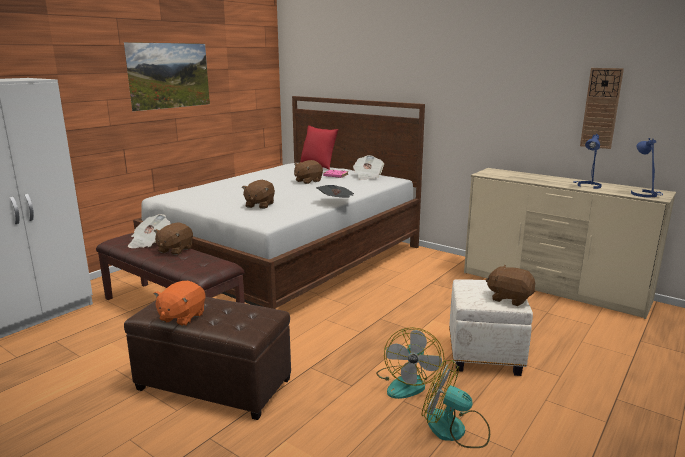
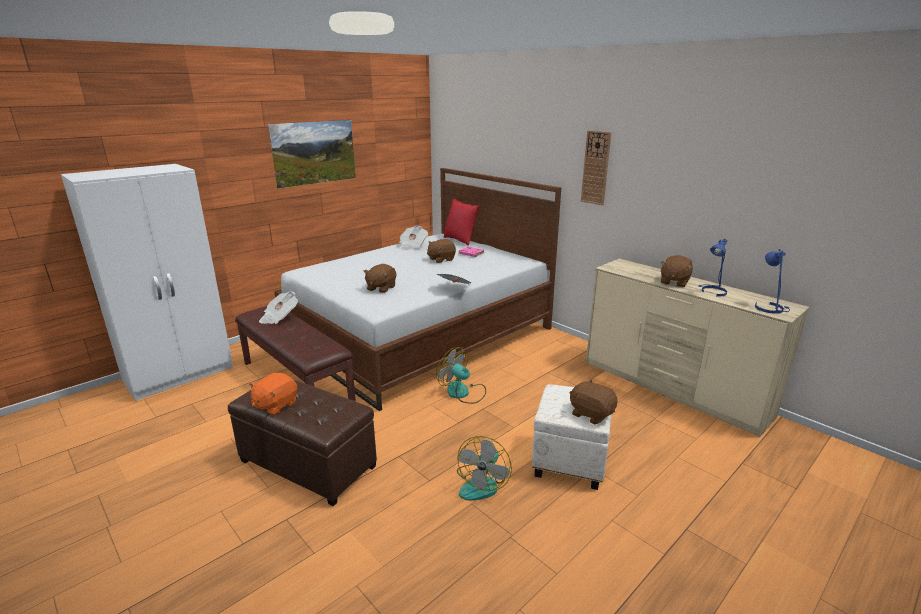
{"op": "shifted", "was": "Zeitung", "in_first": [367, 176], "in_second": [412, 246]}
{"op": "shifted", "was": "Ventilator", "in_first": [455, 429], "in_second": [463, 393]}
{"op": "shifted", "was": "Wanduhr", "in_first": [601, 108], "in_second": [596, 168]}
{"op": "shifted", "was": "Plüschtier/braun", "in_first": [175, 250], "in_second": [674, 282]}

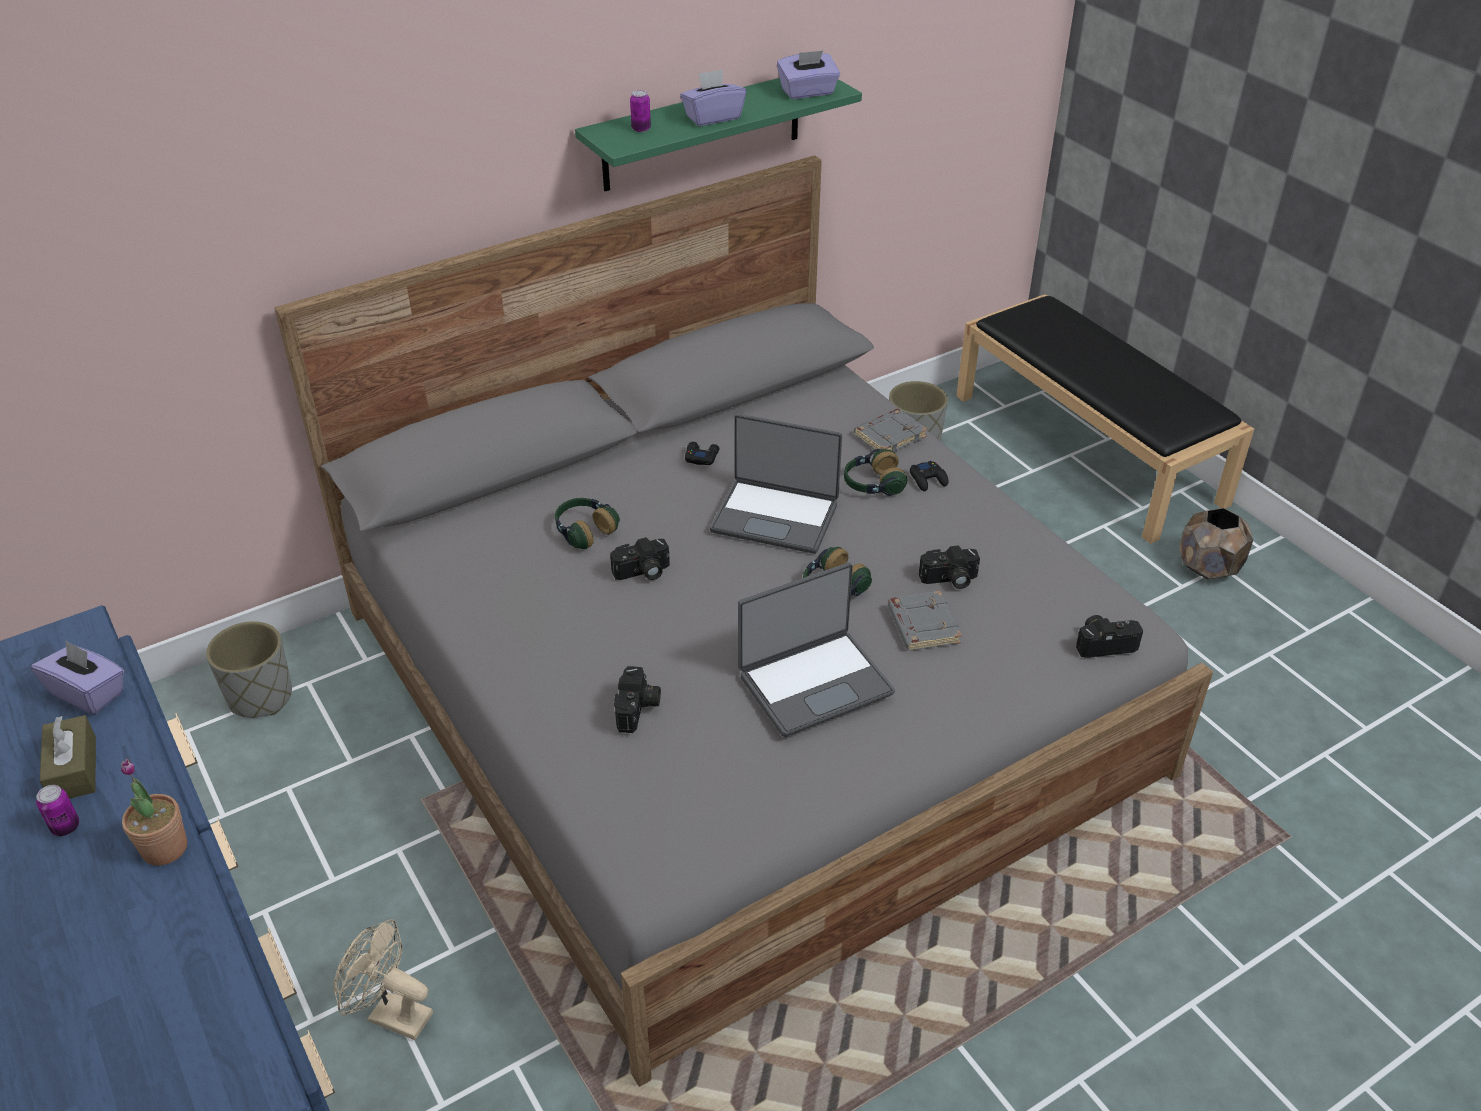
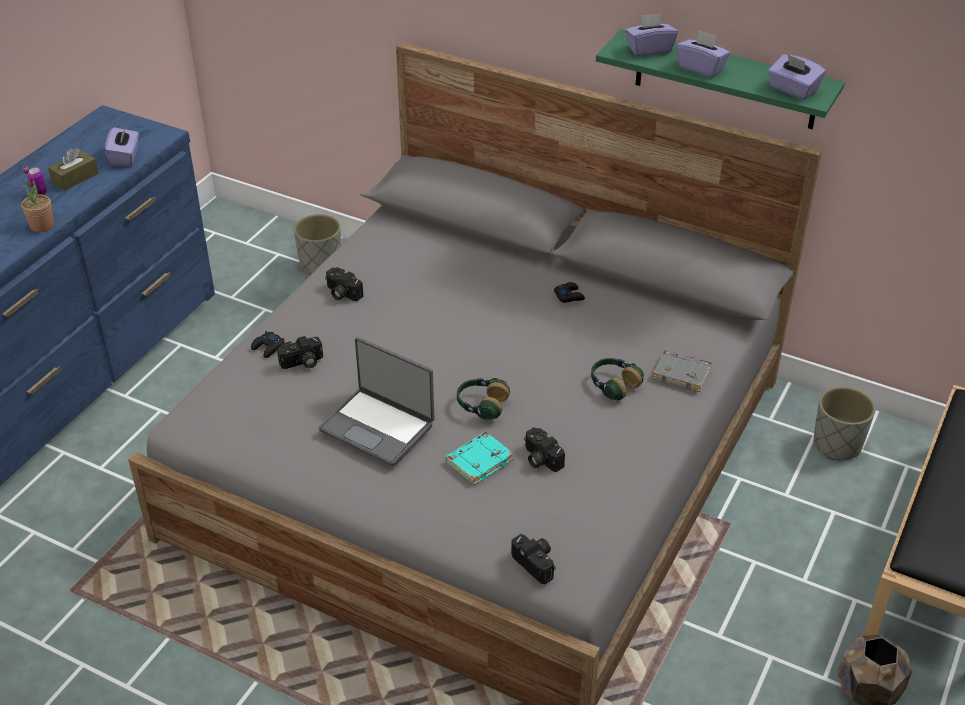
{"op": "shifted", "was": "Gamepad/schwarz", "in_first": [928, 480], "in_second": [268, 347]}
{"op": "shifted", "was": "Kamera", "in_first": [642, 572], "in_second": [341, 293]}
{"op": "repainted", "was": "Buch/grau", "now": "Buch/türkis", "in_first": [921, 625], "in_second": [479, 460]}
{"op": "swapped", "was": "Dose", "now": "Taschentuchbox/lila", "in_first": [641, 129], "in_second": [649, 49]}
{"op": "gone", "was": "Ventilator/beige", "in_first": [391, 1014]}
{"op": "gone", "was": "Kopfhörer", "in_first": [584, 531]}
{"op": "gone", "was": "Laptop", "in_first": [775, 516]}

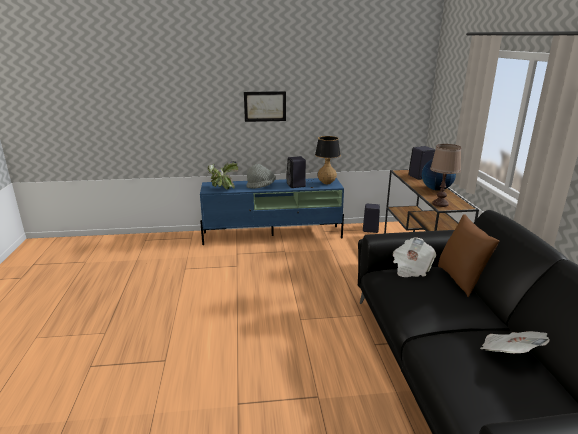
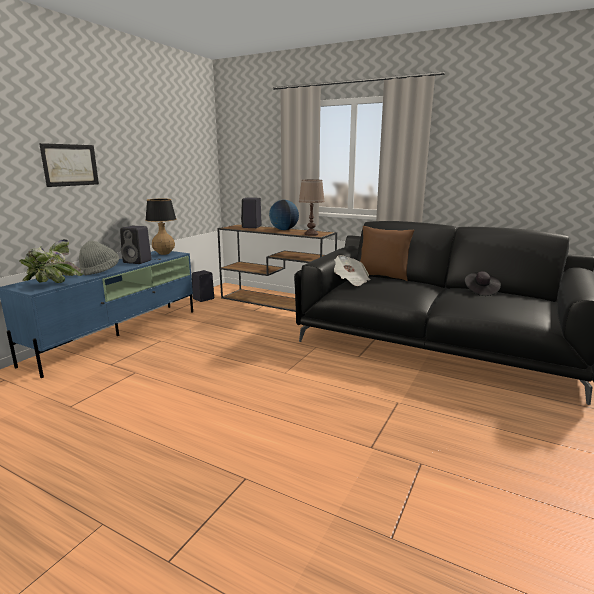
{"op": "swapped", "was": "Zeitung", "now": "Hut/schwarz", "in_first": [509, 353], "in_second": [480, 291]}

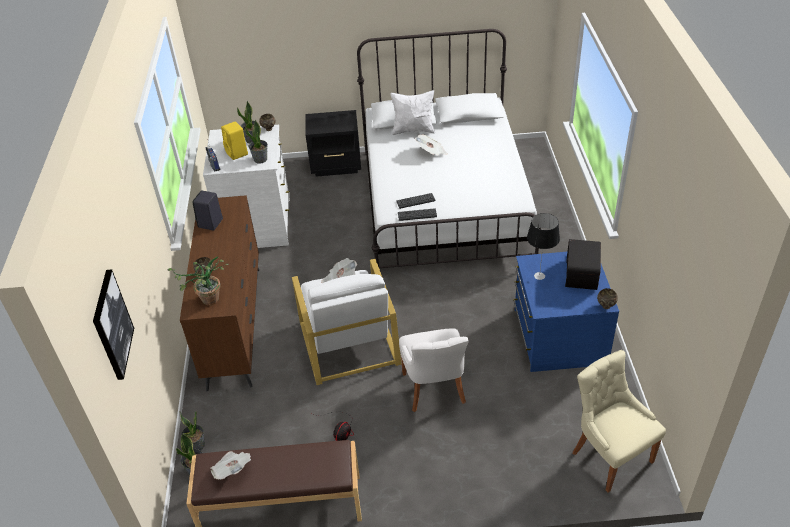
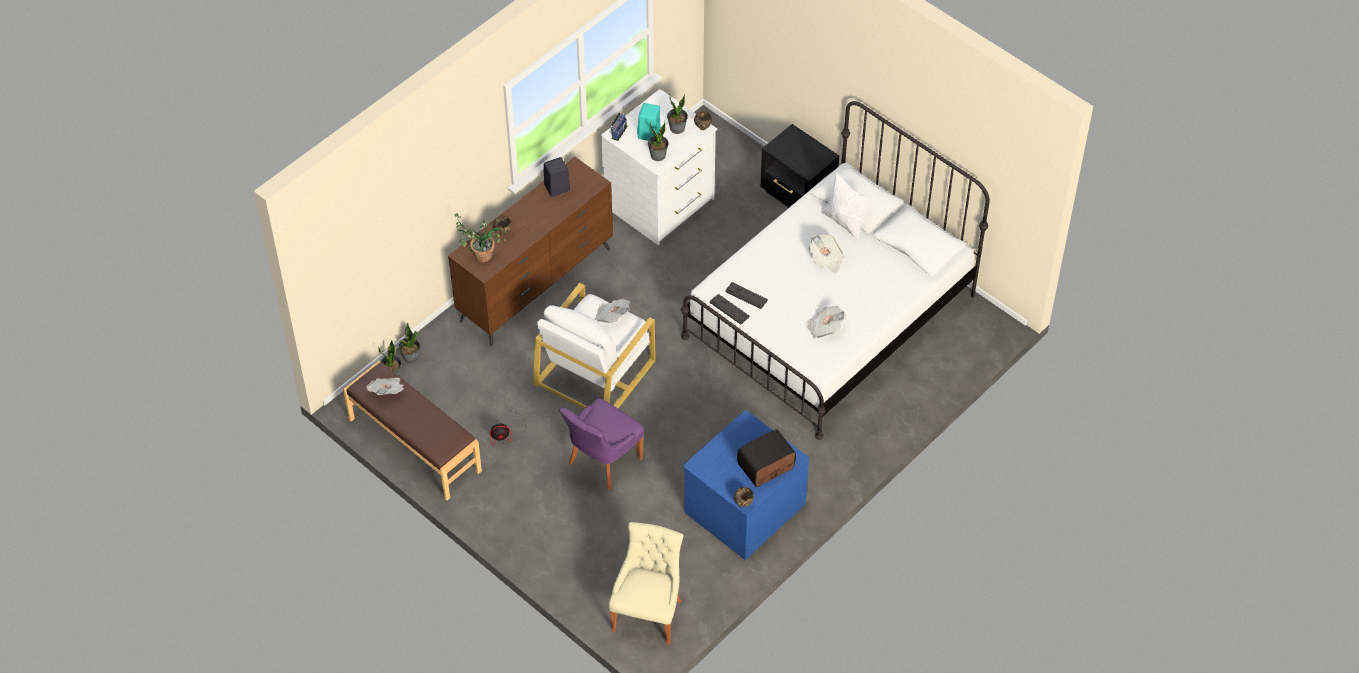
{"op": "repainted", "was": "Stuhl/weiß", "now": "Stuhl/lila", "in_first": [434, 390], "in_second": [602, 462]}
{"op": "repainted", "was": "Lautsprecher/gelb", "now": "Lautsprecher/türkis", "in_first": [237, 153], "in_second": [649, 134]}
{"op": "new", "now": "Zeitung", "in_second": [824, 328]}
{"op": "gone", "was": "Bild", "in_first": [111, 325]}
{"op": "gone", "was": "Tischlampe", "in_first": [539, 276]}

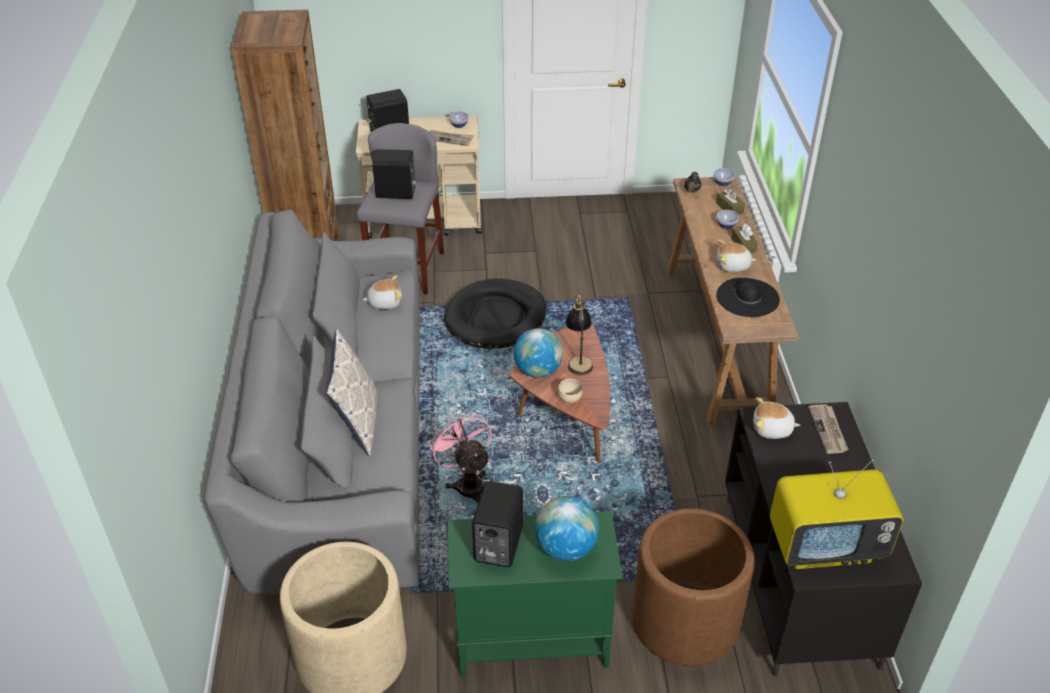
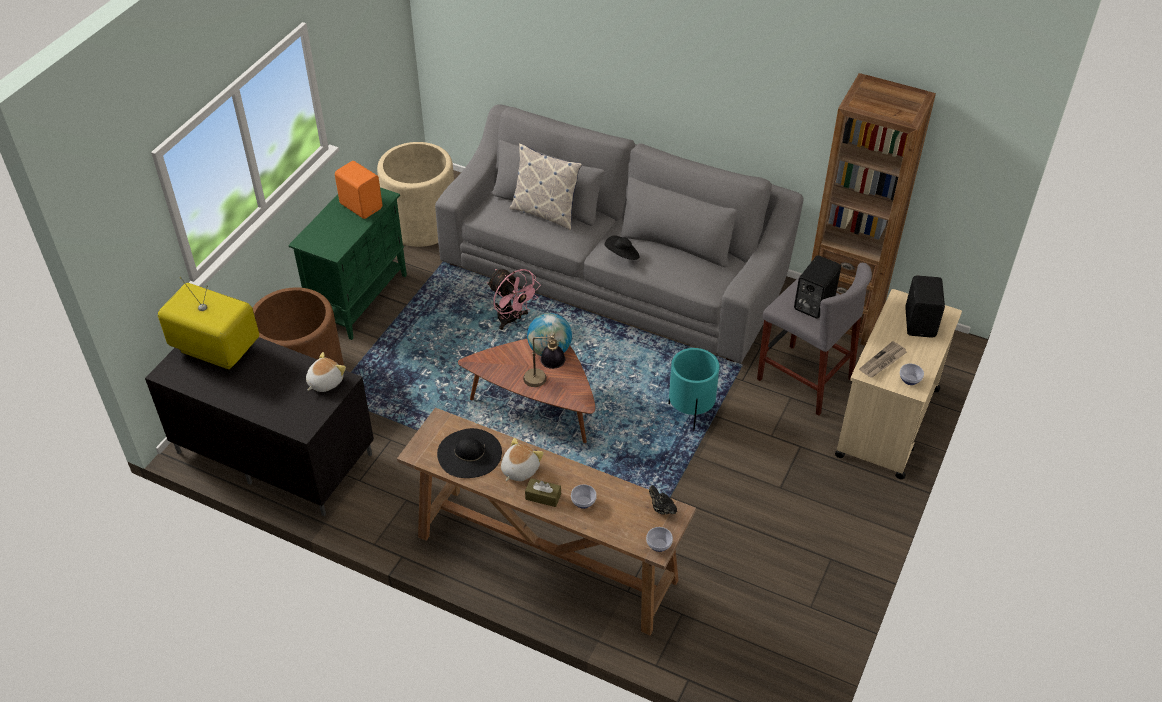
{"op": "rotated", "was": "Fernseher", "in_first": [826, 546], "in_second": [214, 349], "clockwise": 90}
{"op": "repainted", "was": "Lautsprecher/schwarz", "now": "Lautsprecher/orange", "in_first": [496, 545], "in_second": [361, 205]}
{"op": "rotated", "was": "Ventilator/rosa", "in_first": [467, 483], "in_second": [512, 320], "clockwise": 45}
{"op": "new", "now": "Hut/schwarz", "in_second": [622, 255]}
{"op": "swapped", "was": "Hundebett/schwarz", "now": "Pflanzkübel/türkis", "in_first": [496, 318], "in_second": [691, 412]}
{"op": "gone", "was": "Plüschtier", "in_first": [385, 302]}
{"op": "gone", "was": "Globus", "in_first": [565, 548]}
{"op": "gone", "was": "Schüssel/beige", "in_first": [568, 398]}
{"op": "gone", "was": "Taschentuchbox/braun", "in_first": [729, 208]}
{"op": "gone", "was": "Zeitung", "in_first": [828, 430]}

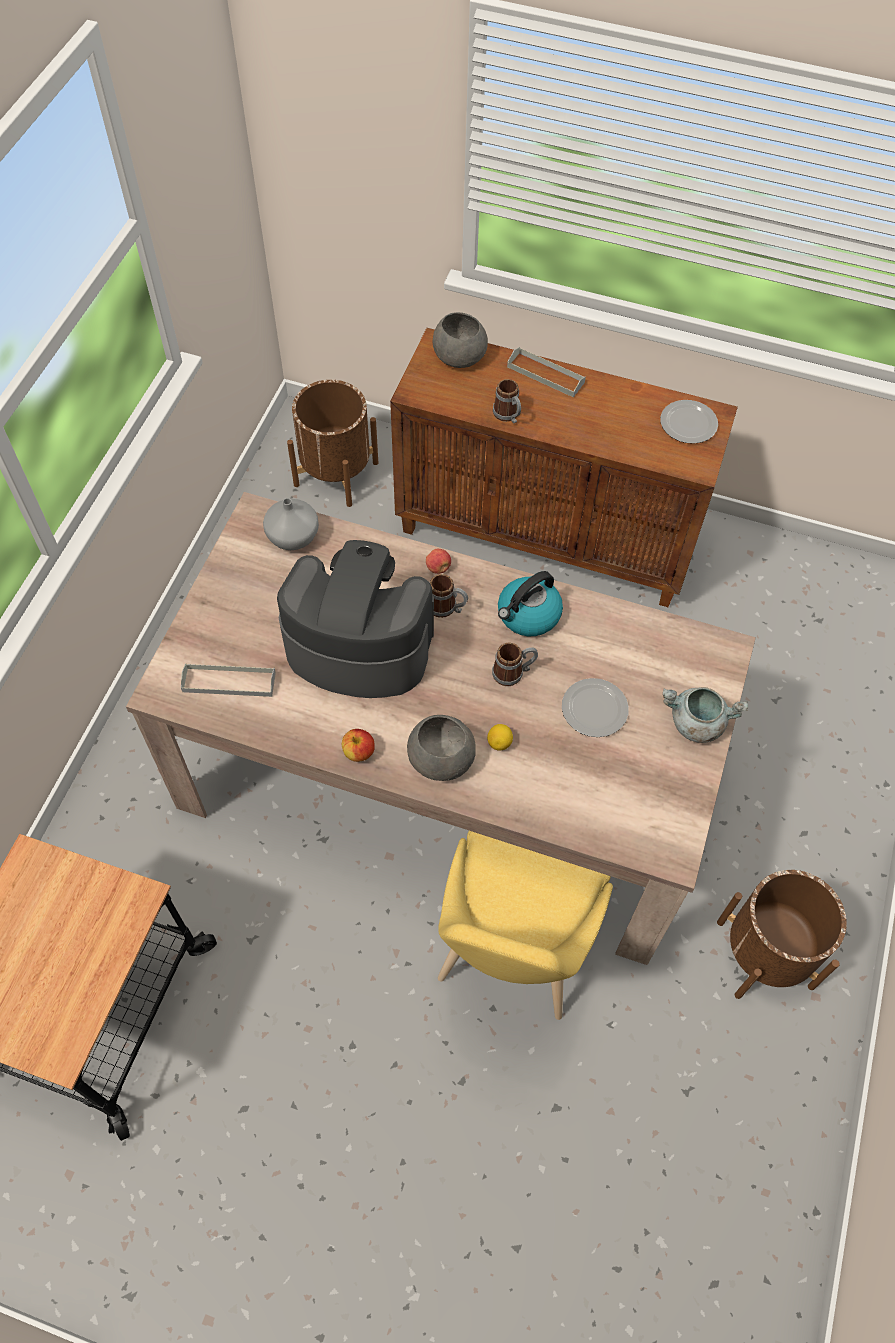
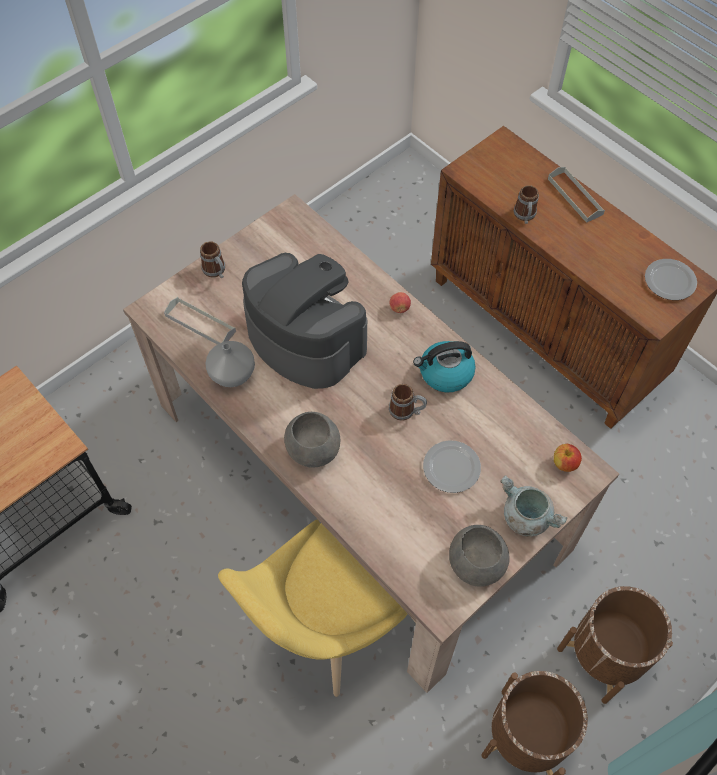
{"op": "shifted", "was": "Henkelbecher", "in_first": [447, 608], "in_second": [216, 271]}
{"op": "shifted", "was": "Vase/grau", "in_first": [292, 537], "in_second": [231, 374]}
{"op": "shifted", "was": "Schüssel/grau", "in_first": [458, 355], "in_second": [475, 561]}
{"op": "shifted", "was": "Apfel", "in_first": [359, 752], "in_second": [564, 464]}
{"op": "shifted", "was": "Pflanzkübel/braun", "in_first": [336, 474], "in_second": [604, 655]}
{"op": "gone", "was": "Zitrone", "in_first": [499, 742]}

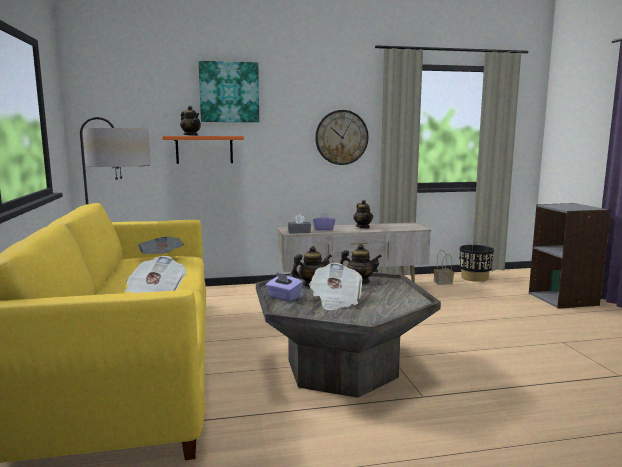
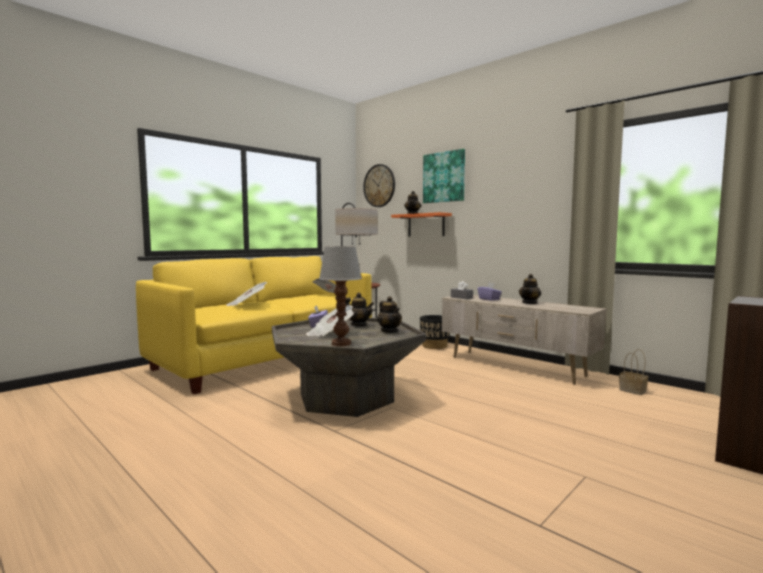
{"op": "new", "now": "Tischlampe", "in_second": [340, 344]}
{"op": "shifted", "was": "Wanduhr", "in_first": [341, 137], "in_second": [379, 185]}
{"op": "shifted", "was": "Pflanzkübel/schwarz", "in_first": [474, 278], "in_second": [434, 346]}

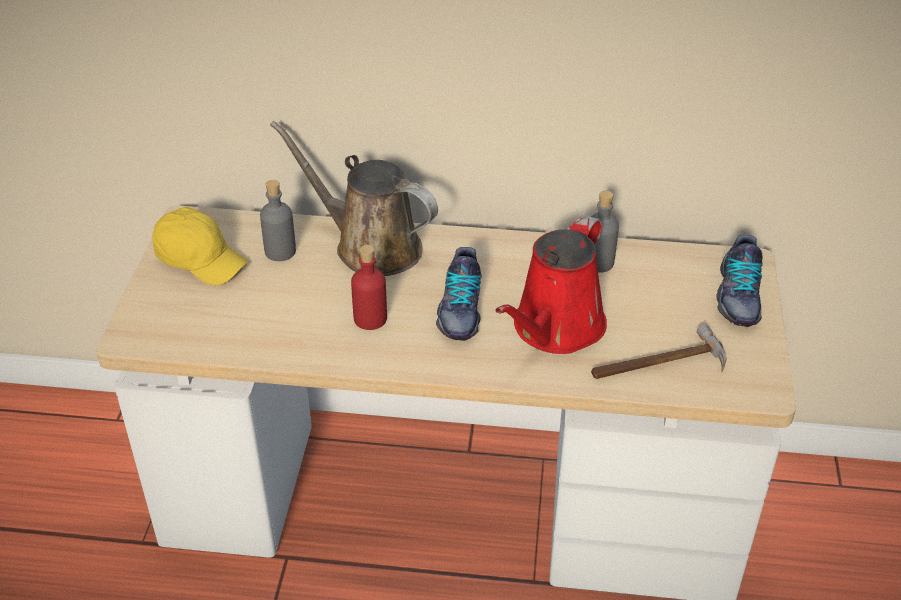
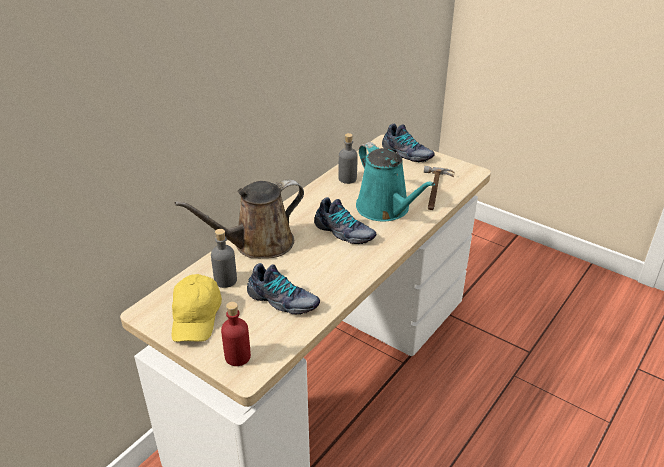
{"op": "rotated", "was": "Kappe/gelb", "in_first": [201, 259], "in_second": [196, 317], "clockwise": 120}
{"op": "shifted", "was": "Flasche/rot", "in_first": [370, 319], "in_second": [237, 356]}
{"op": "new", "now": "Schuh", "in_second": [282, 301]}
{"op": "repainted", "was": "Gießkanne/rot", "now": "Gießkanne/türkis", "in_first": [555, 329], "in_second": [386, 209]}

